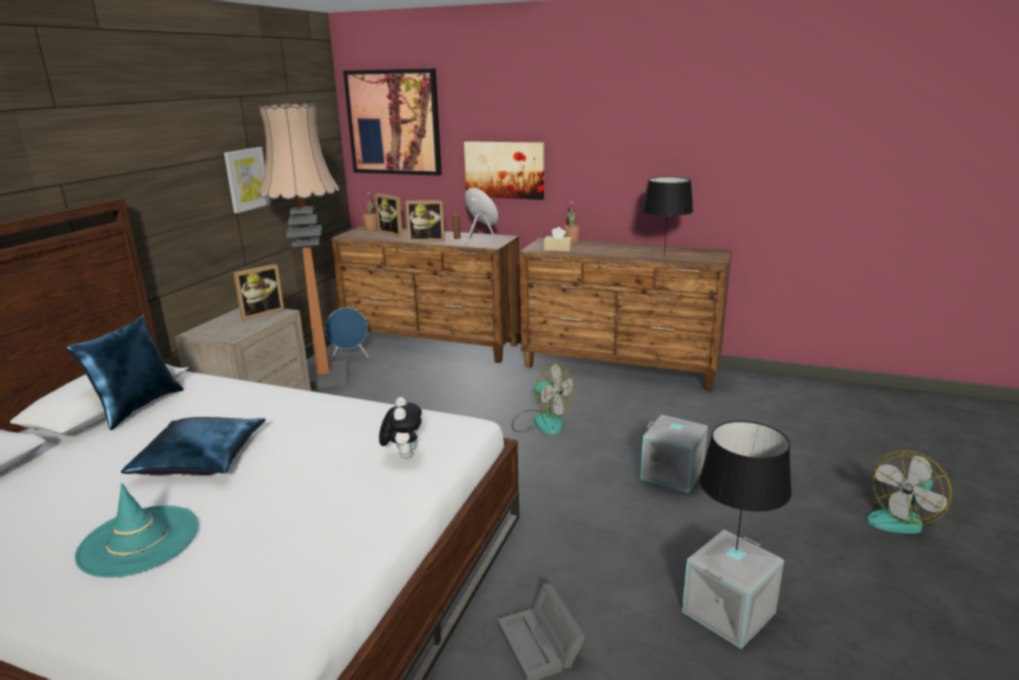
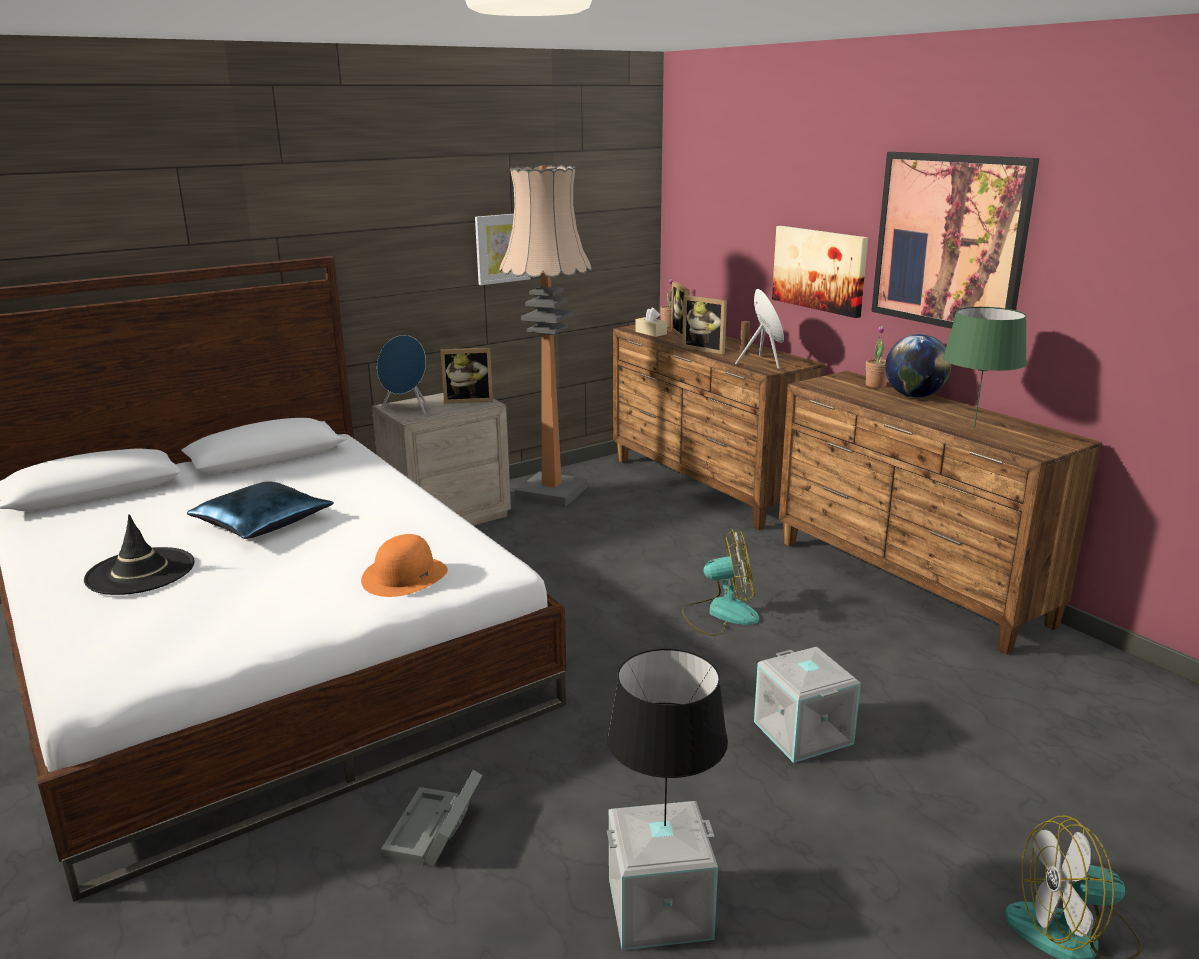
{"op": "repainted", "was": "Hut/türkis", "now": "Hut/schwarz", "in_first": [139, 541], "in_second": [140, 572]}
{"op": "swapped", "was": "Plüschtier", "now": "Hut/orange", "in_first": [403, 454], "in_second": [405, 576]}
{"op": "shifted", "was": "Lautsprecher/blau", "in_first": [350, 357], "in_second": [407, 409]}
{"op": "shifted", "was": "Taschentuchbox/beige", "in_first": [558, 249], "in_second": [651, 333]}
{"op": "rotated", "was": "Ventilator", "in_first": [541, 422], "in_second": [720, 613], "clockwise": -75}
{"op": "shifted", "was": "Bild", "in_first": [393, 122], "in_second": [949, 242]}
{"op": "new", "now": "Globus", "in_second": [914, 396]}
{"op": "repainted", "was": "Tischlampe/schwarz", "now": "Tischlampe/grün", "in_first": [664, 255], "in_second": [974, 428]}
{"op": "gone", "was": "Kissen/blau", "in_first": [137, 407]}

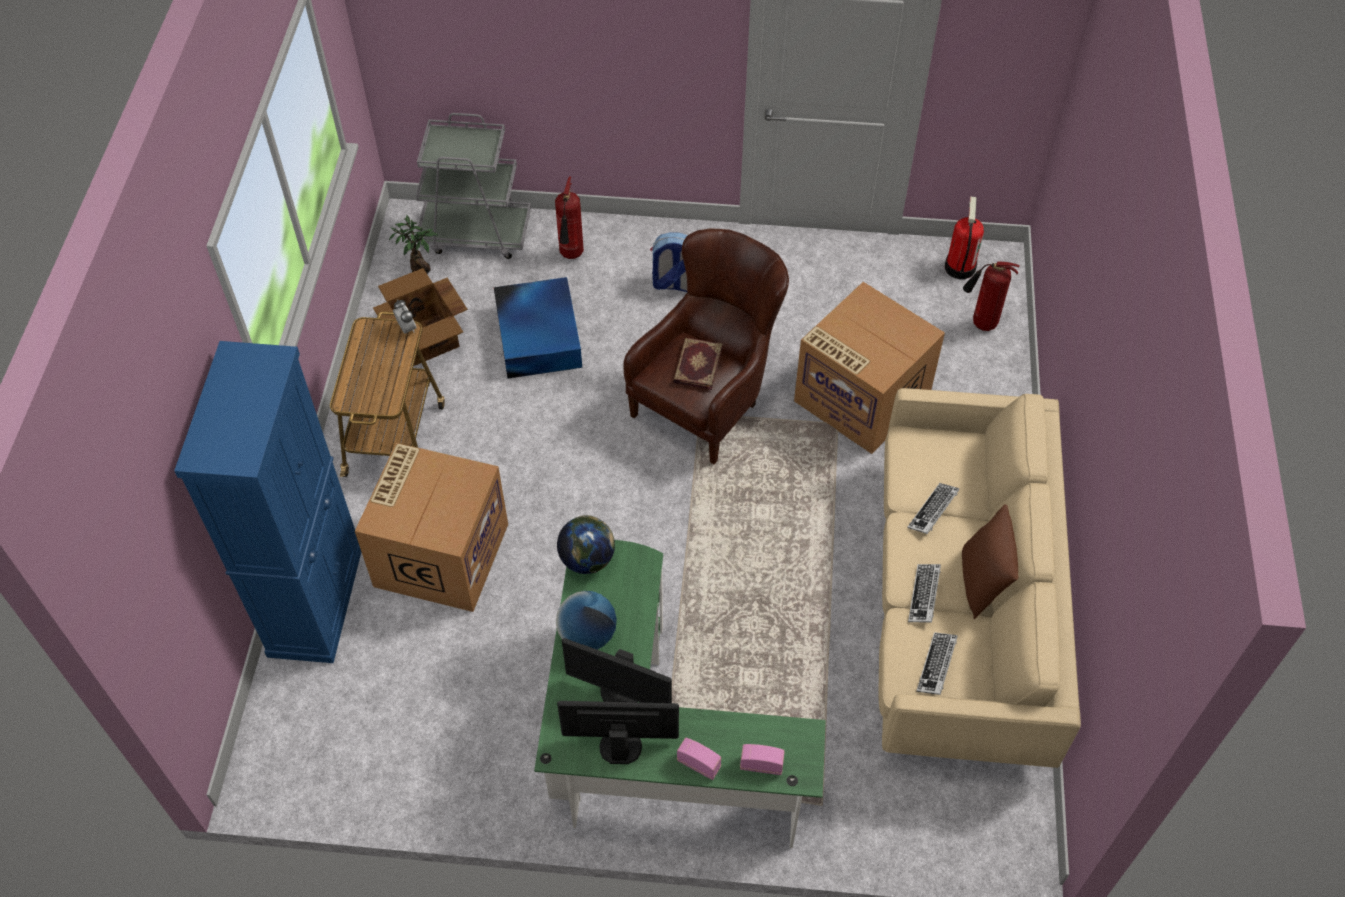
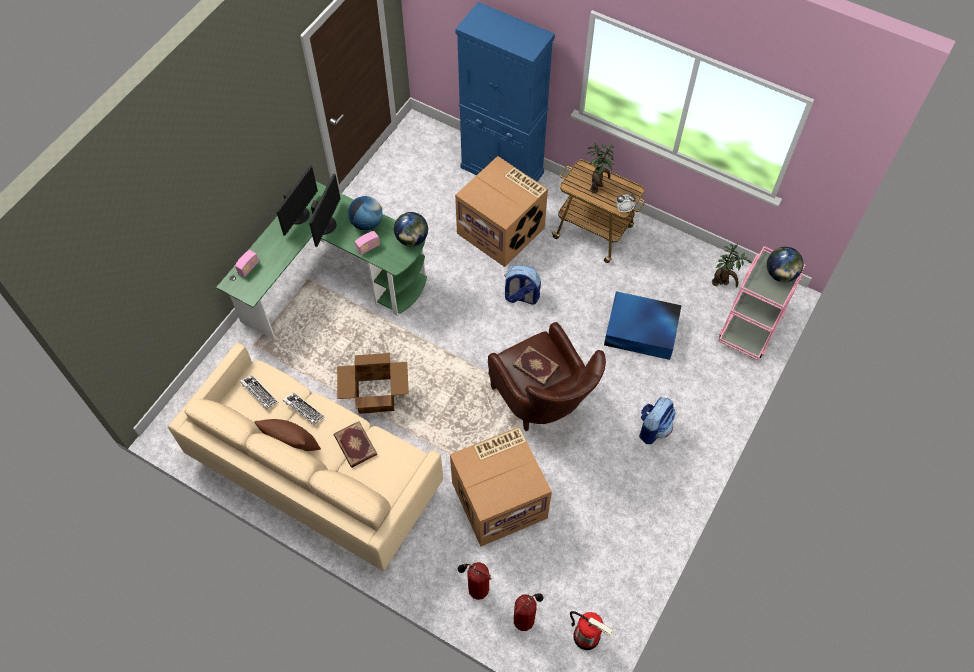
{"op": "rotated", "was": "Monitor", "in_first": [620, 693], "in_second": [326, 225], "clockwise": 150}
{"op": "swapped", "was": "Tastatur", "now": "Buch", "in_first": [933, 511], "in_second": [354, 445]}
{"op": "shifted", "was": "Karton", "in_first": [426, 340], "in_second": [375, 396]}
{"op": "shifted", "was": "Radio", "in_first": [698, 764], "in_second": [368, 247]}
{"op": "shifted", "was": "Feuerlöscher", "in_first": [571, 255], "in_second": [476, 589]}
{"op": "new", "now": "Rucksack", "in_second": [521, 297]}
{"op": "new", "now": "Topfpflanze", "in_second": [598, 185]}
{"op": "repainted", "was": "Rollwagen/grau", "now": "Rollwagen/rosa", "in_first": [475, 233], "in_second": [751, 326]}
{"op": "new", "now": "Globus", "in_second": [780, 274]}

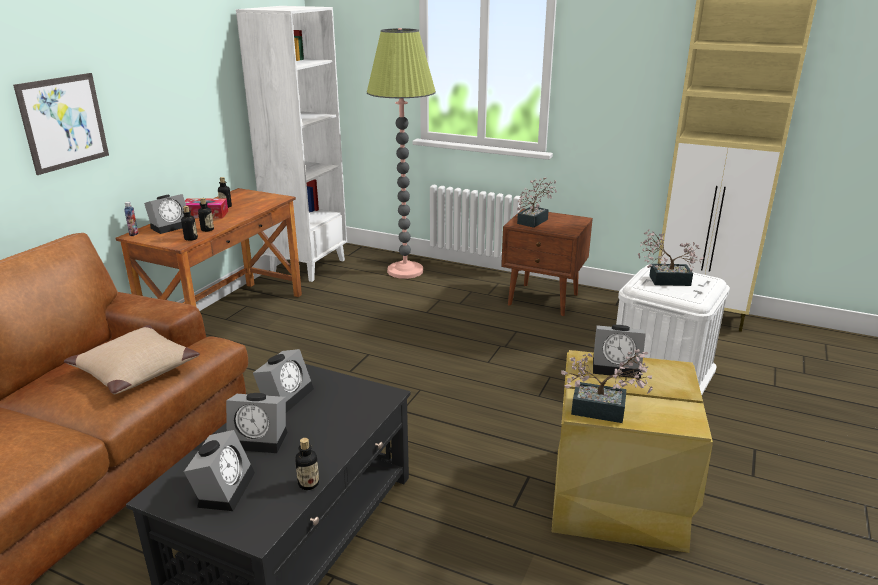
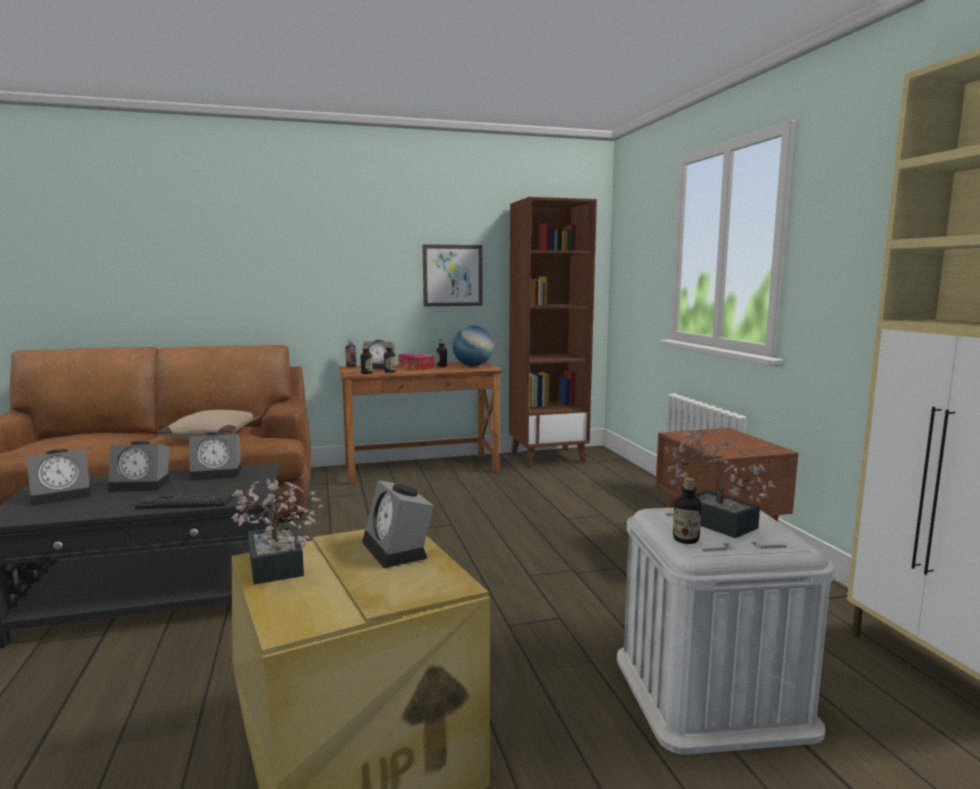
{"op": "rotated", "was": "Wecker", "in_first": [260, 439], "in_second": [143, 485], "clockwise": -60}
{"op": "new", "now": "Tastatur", "in_second": [185, 503]}
{"op": "shifted", "was": "Bild", "in_first": [64, 122], "in_second": [452, 275]}
{"op": "new", "now": "Globus", "in_second": [473, 366]}
{"op": "repainted", "was": "Bücherregal/weiß", "now": "Bücherregal/braun", "in_first": [308, 266], "in_second": [548, 458]}
{"op": "shifted", "was": "Flasche", "in_first": [308, 484], "in_second": [685, 540]}
{"op": "gone", "was": "Stehlampe", "in_first": [405, 271]}
{"op": "gone", "was": "Topfpflanze", "in_first": [535, 220]}

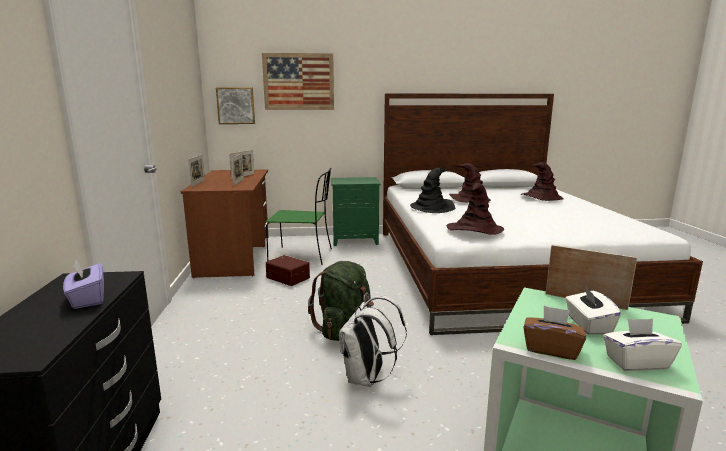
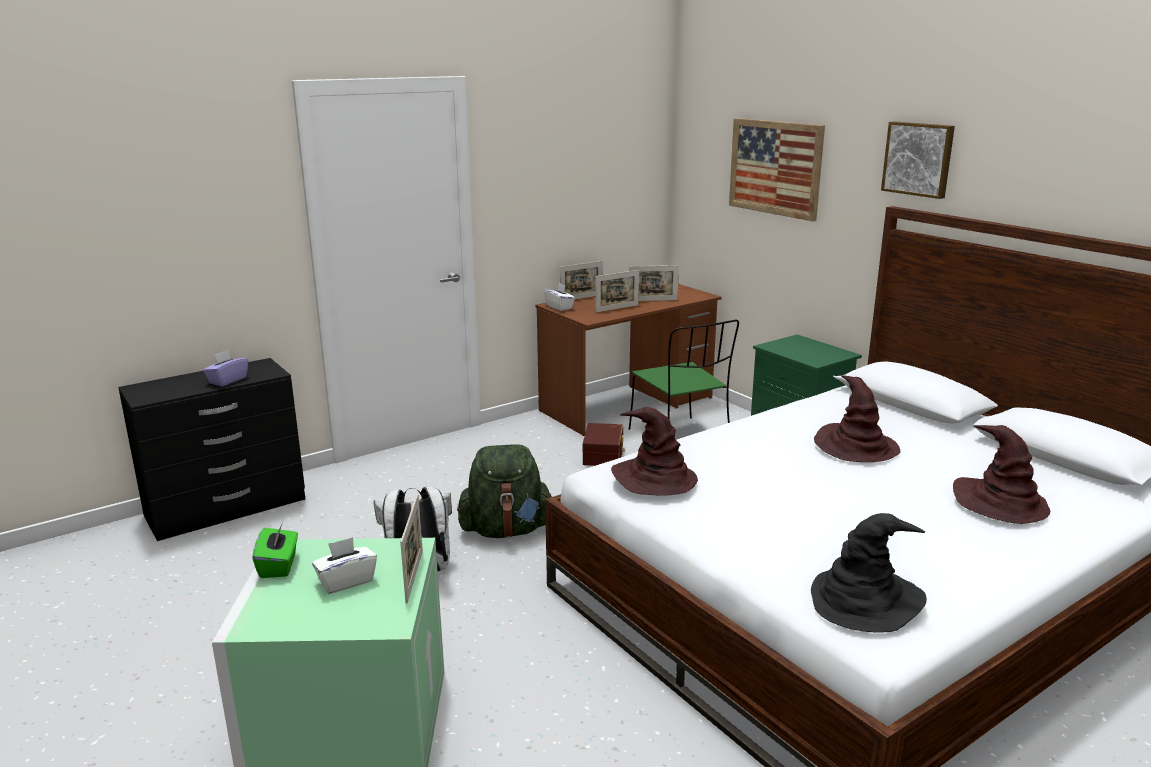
{"op": "repainted", "was": "Taschentuchbox/braun", "now": "Taschentuchbox/grün", "in_first": [551, 349], "in_second": [279, 566]}
{"op": "shifted", "was": "Taschentuchbox/weiß", "in_first": [636, 362], "in_second": [559, 307]}
{"op": "shifted", "was": "Hut/schwarz", "in_first": [432, 208], "in_second": [865, 601]}
{"op": "shifted", "was": "Bild", "in_first": [236, 105], "in_second": [918, 159]}

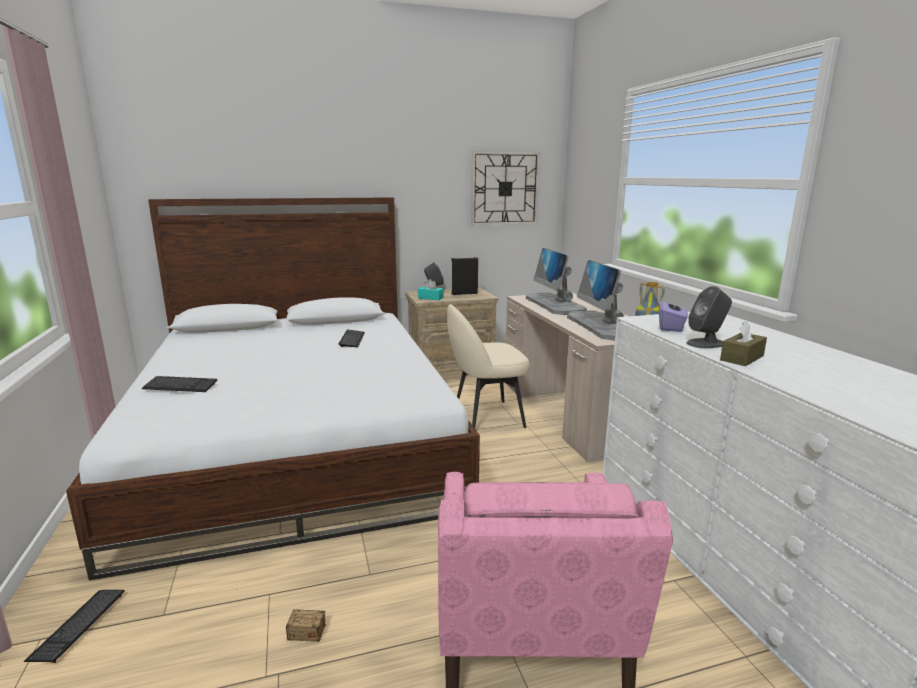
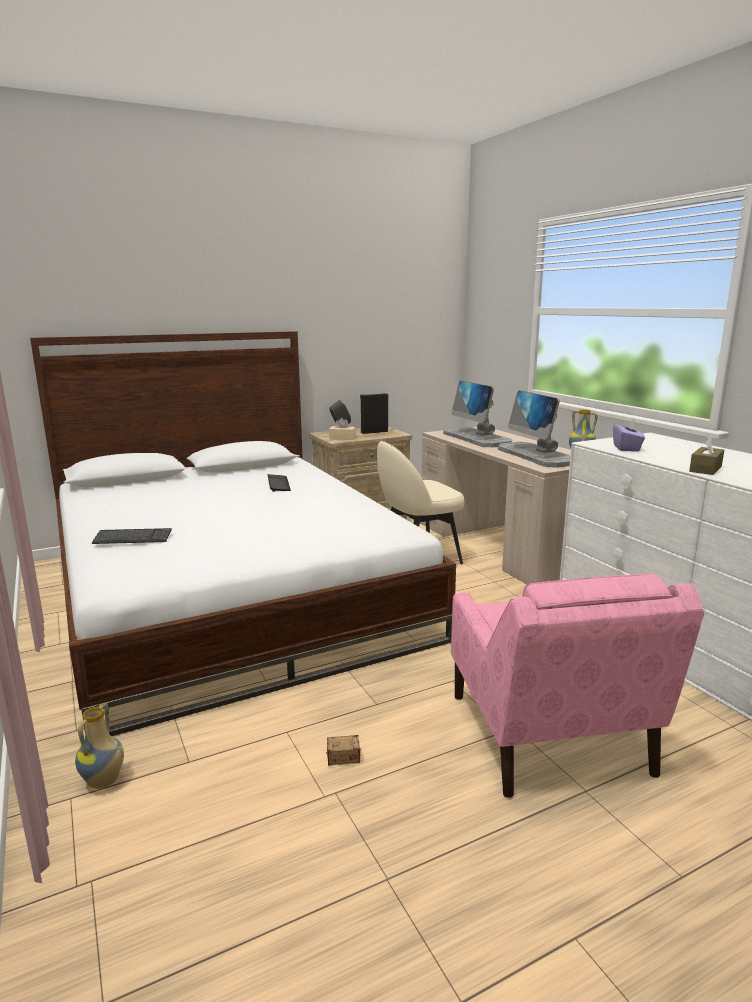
{"op": "swapped", "was": "Tastatur", "now": "Vase", "in_first": [78, 625], "in_second": [104, 782]}
{"op": "repainted", "was": "Taschentuchbox/türkis", "now": "Taschentuchbox/beige", "in_first": [430, 298], "in_second": [342, 438]}
{"op": "gone", "was": "Wanduhr", "in_first": [504, 188]}
{"op": "gone", "was": "Lautsprecher/grau", "in_first": [706, 343]}

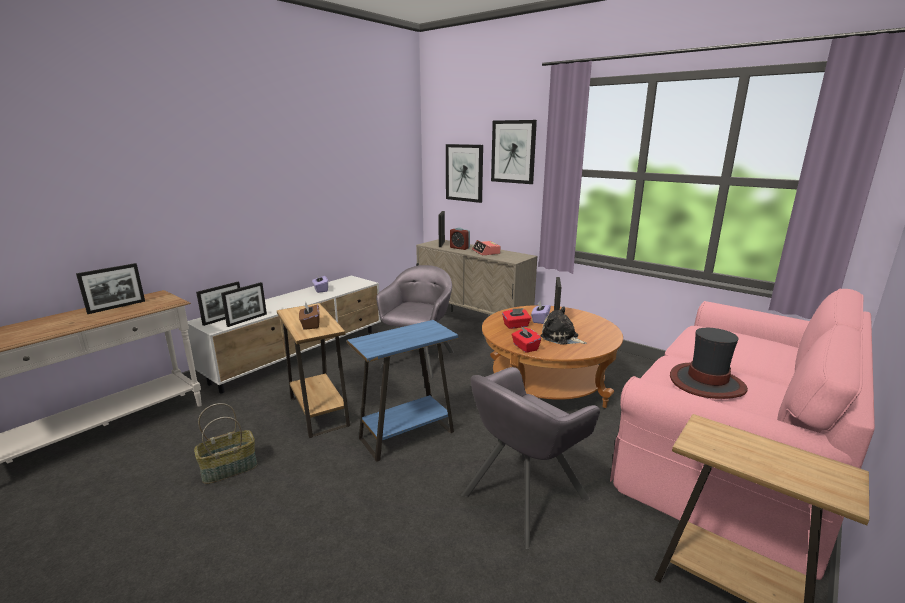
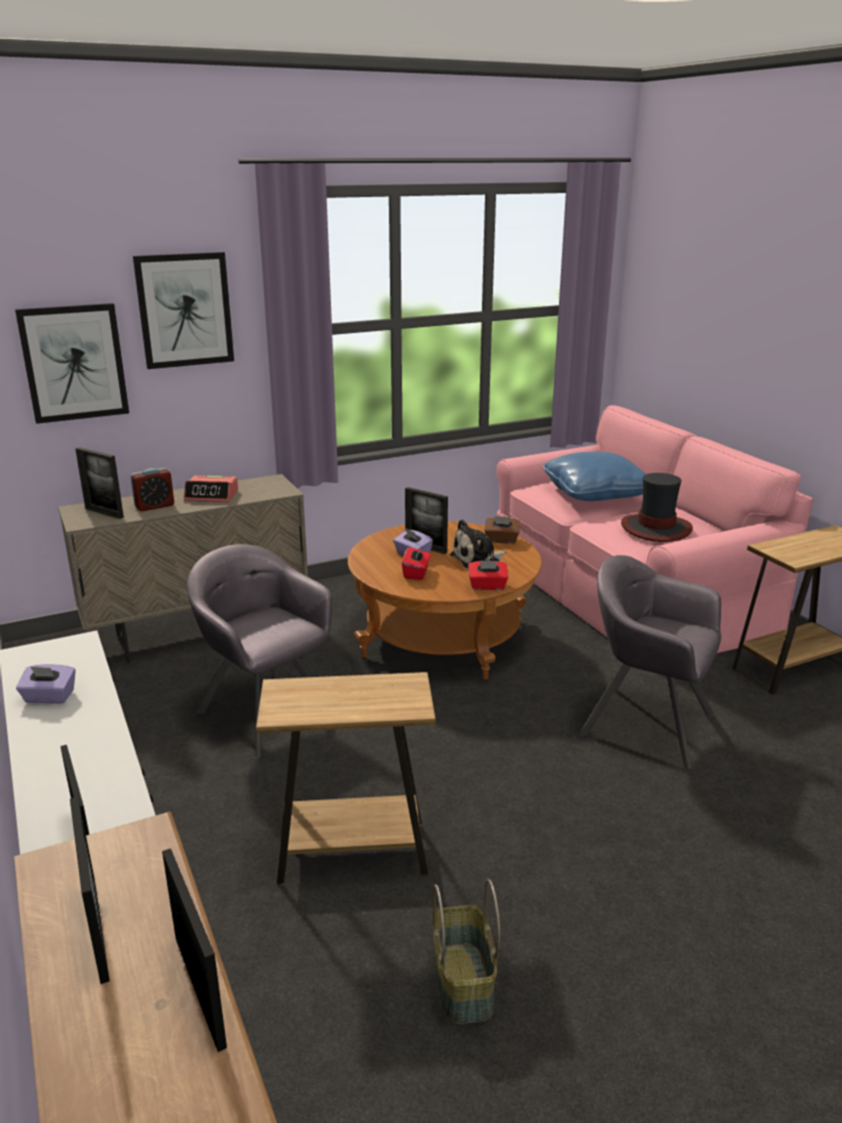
{"op": "shifted", "was": "Bilderrahmen", "in_first": [247, 320], "in_second": [199, 990]}
{"op": "shifted", "was": "Taschentuchbox/braun", "in_first": [310, 325], "in_second": [501, 540]}
{"op": "new", "now": "Kissen/blau", "in_second": [595, 494]}
{"op": "rotated", "was": "Sessel/grau", "in_first": [523, 497], "in_second": [646, 723], "clockwise": 135}
{"op": "gone", "was": "Beistelltisch/blau", "in_first": [407, 435]}

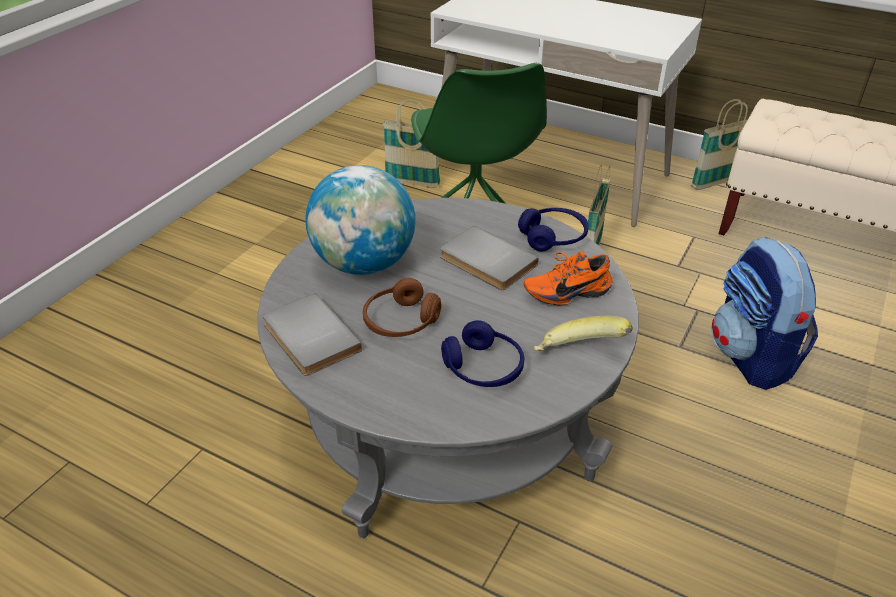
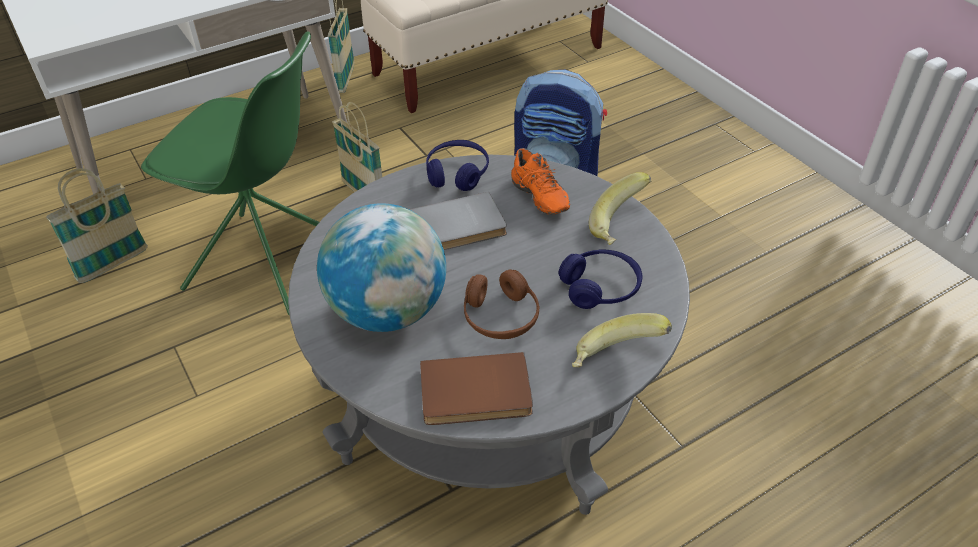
{"op": "repainted", "was": "Buch/grau", "now": "Buch/braun", "in_first": [308, 338], "in_second": [476, 394]}
{"op": "rotated", "was": "Schuh/orange", "in_first": [566, 291], "in_second": [537, 198], "clockwise": -45}
{"op": "new", "now": "Banane", "in_second": [616, 360]}

